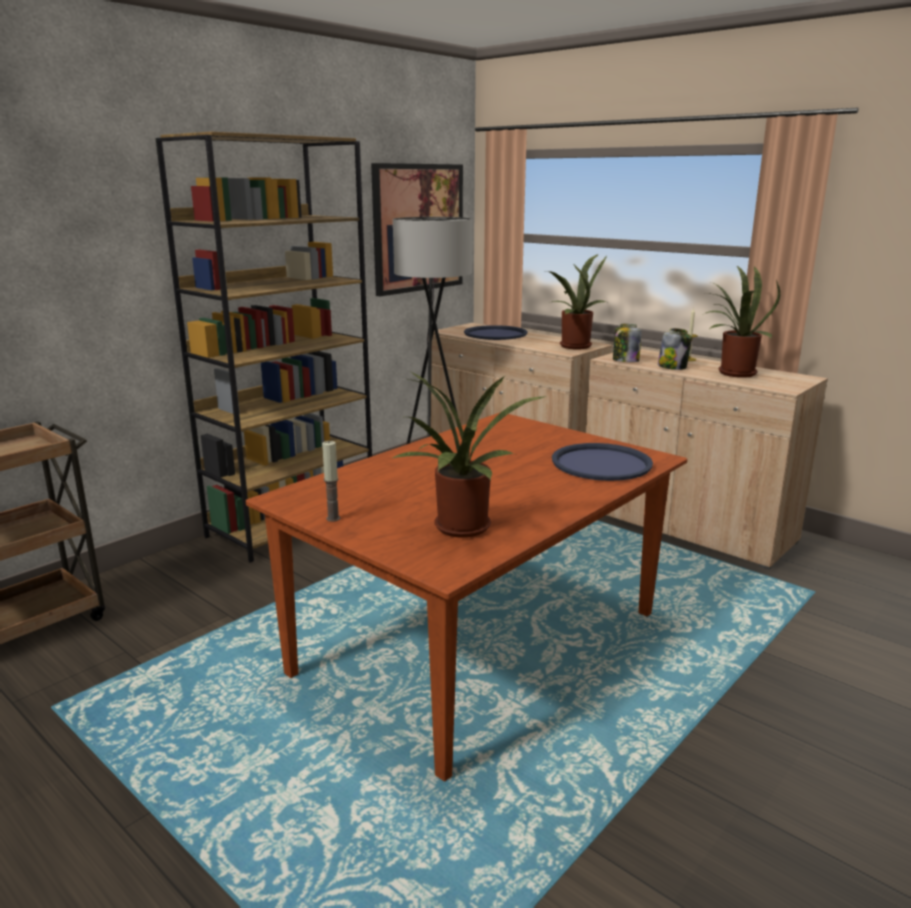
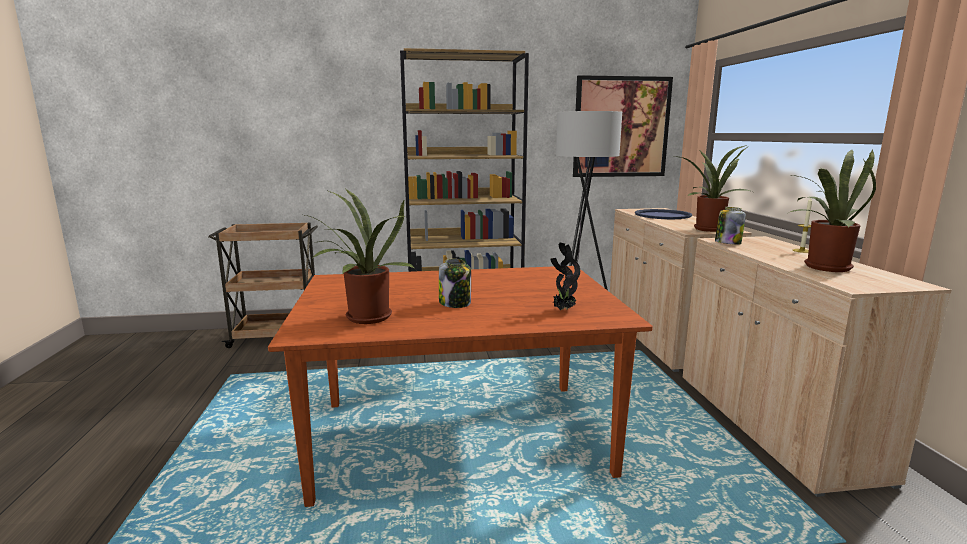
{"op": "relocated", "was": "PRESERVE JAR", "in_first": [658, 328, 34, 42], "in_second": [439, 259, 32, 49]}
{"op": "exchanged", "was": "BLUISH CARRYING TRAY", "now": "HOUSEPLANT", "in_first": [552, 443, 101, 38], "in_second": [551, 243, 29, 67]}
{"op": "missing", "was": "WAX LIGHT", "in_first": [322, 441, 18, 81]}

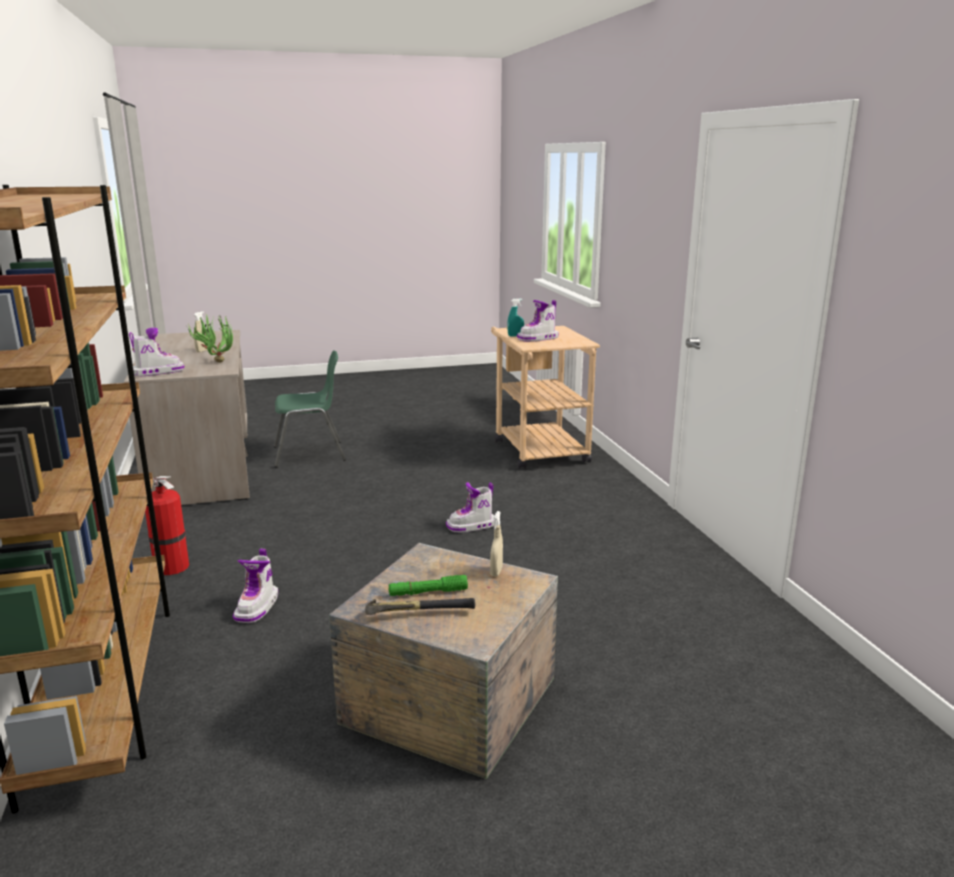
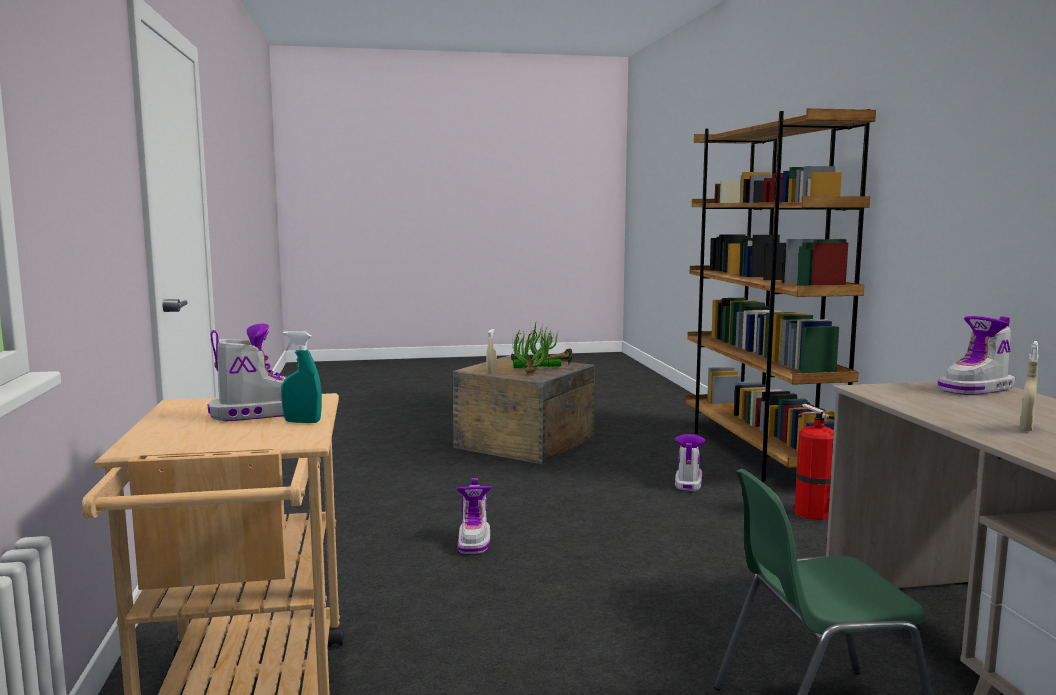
{"op": "spun", "was": "HIGH-TOP BOOT", "in_first": [446, 482, 49, 51], "in_second": [456, 478, 36, 76], "clockwise": 105}
{"op": "relocated", "was": "HOUSEPLANT", "in_first": [188, 314, 45, 48], "in_second": [513, 320, 45, 54]}

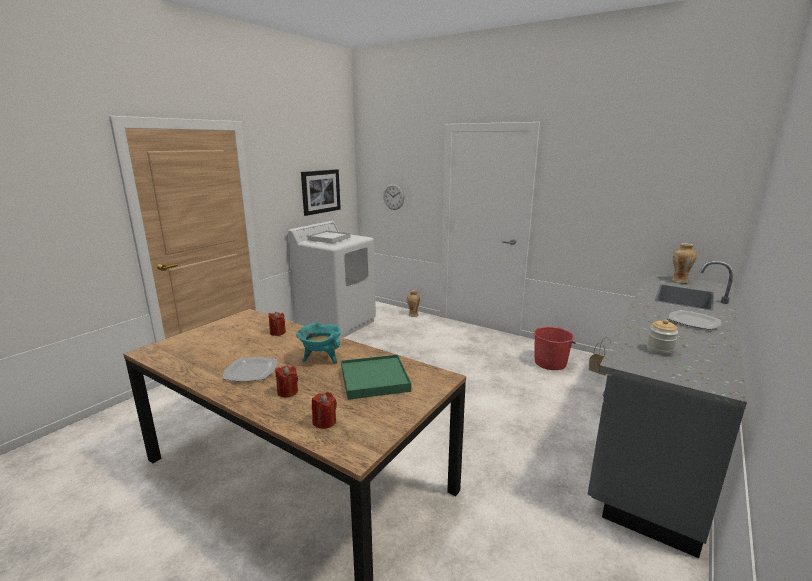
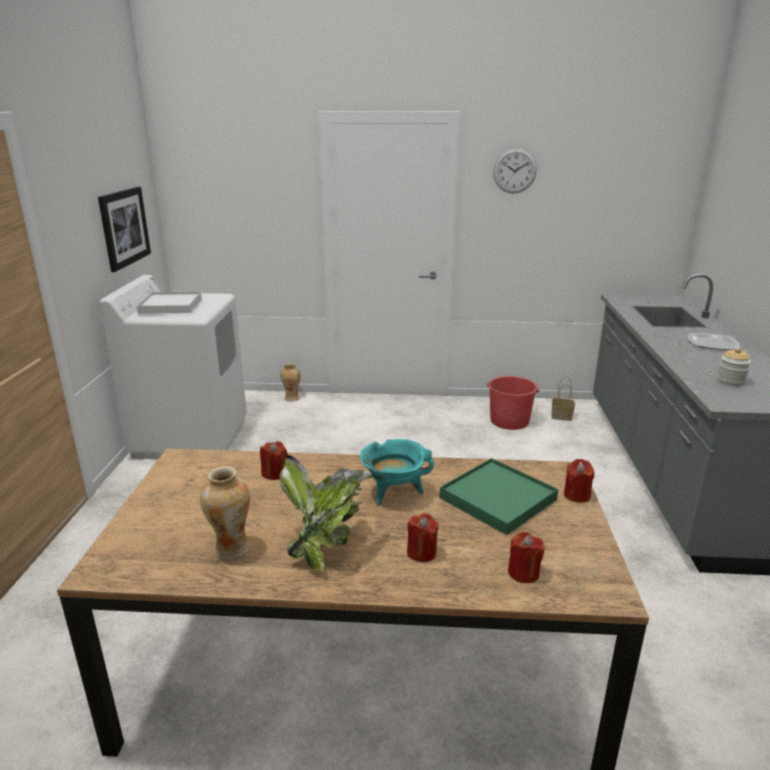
{"op": "relocated", "was": "VASE", "in_first": [672, 243, 25, 40], "in_second": [200, 466, 50, 93]}
{"op": "exchanged", "was": "PLATE", "now": "HOUSEPLANT", "in_first": [222, 357, 55, 25], "in_second": [279, 455, 93, 116]}
{"op": "relocated", "was": "WALL CLOCK", "in_first": [383, 184, 22, 26], "in_second": [493, 148, 44, 46]}
{"op": "appeared", "now": "RED WAX LIGHT", "in_second": [564, 459, 30, 44]}

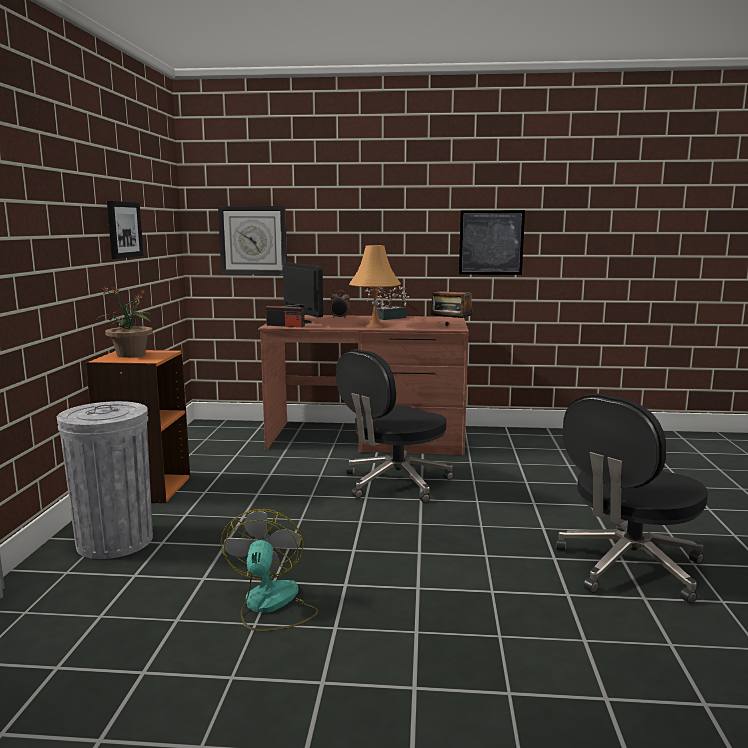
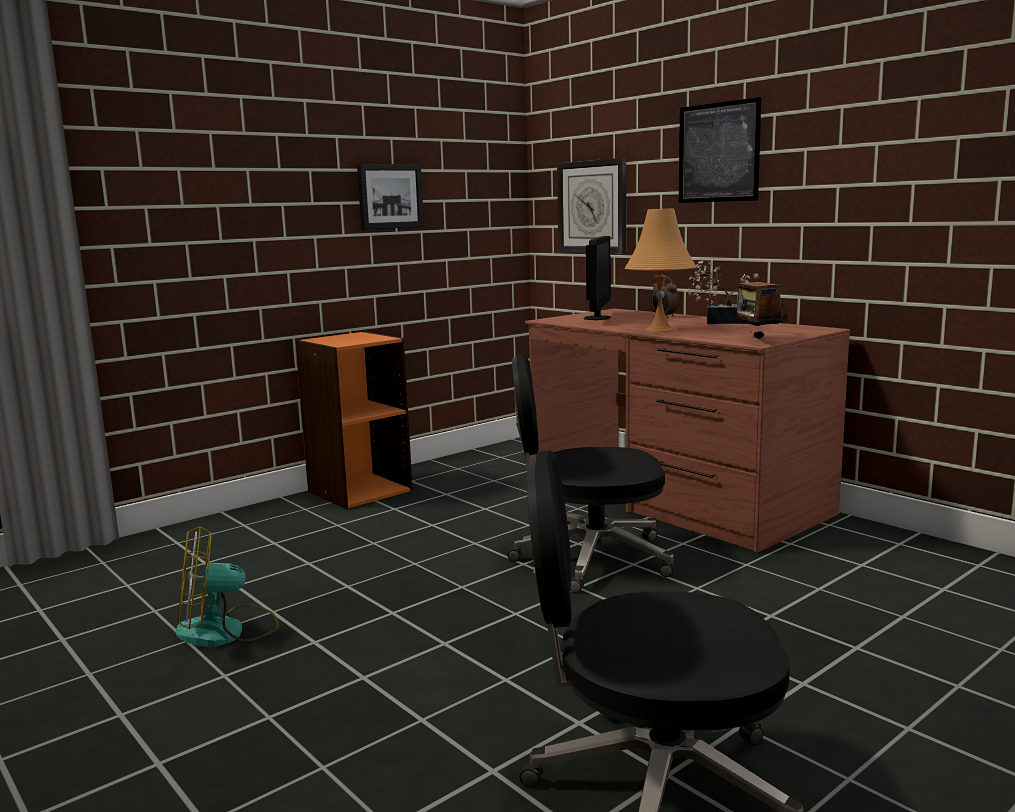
{"op": "spun", "was": "FAN", "in_first": [220, 509, 98, 122], "in_second": [176, 526, 103, 121], "clockwise": -150}
{"op": "relocated", "was": "PICTURE", "in_first": [459, 210, 66, 65], "in_second": [679, 97, 82, 106]}
{"op": "missing", "was": "GREYISH RUBBISH BIN", "in_first": [57, 401, 96, 158]}
{"op": "missing", "was": "HOUSEPLANT", "in_first": [97, 286, 56, 71]}
{"op": "missing", "was": "RADIO", "in_first": [266, 304, 39, 23]}

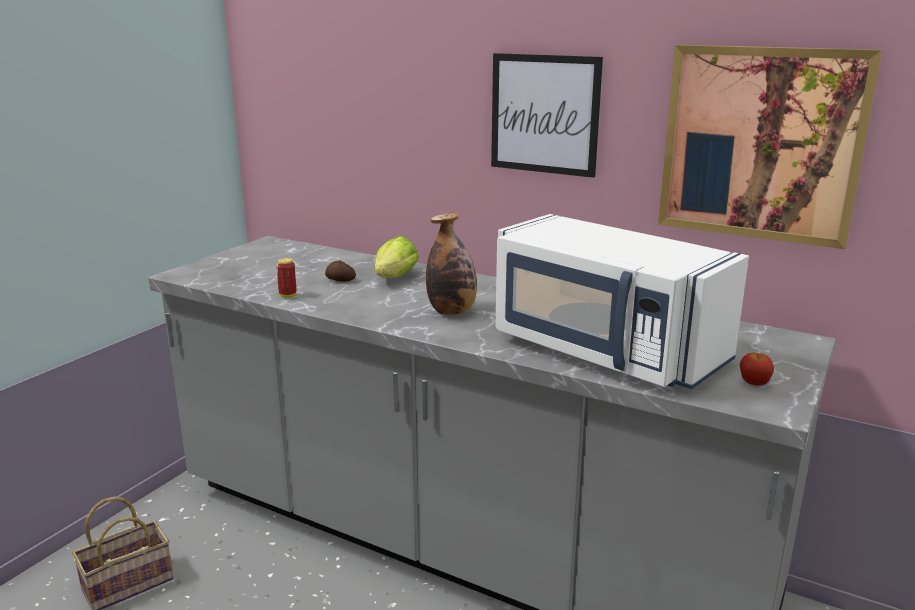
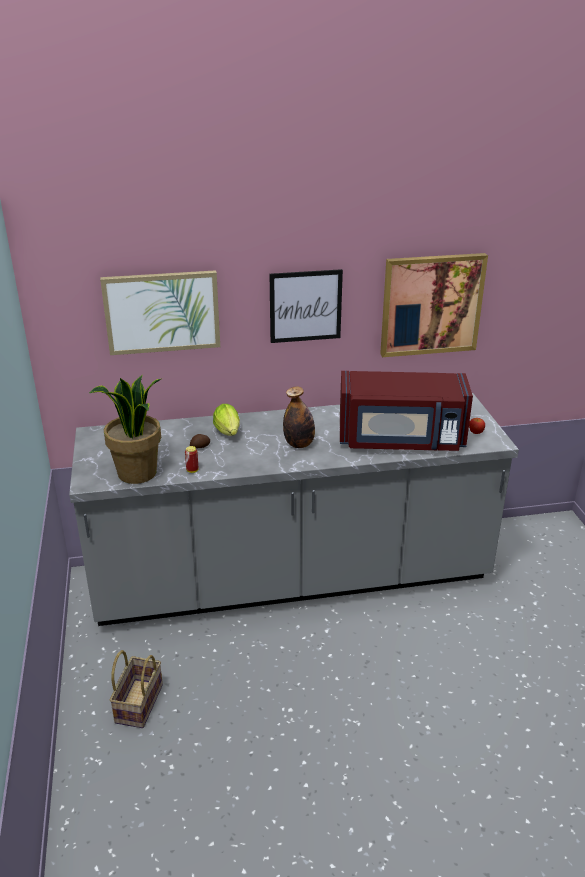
{"op": "appeared", "now": "HOUSEPLANT", "in_second": [89, 375, 72, 109]}
{"op": "appeared", "now": "PICTURE", "in_second": [100, 270, 120, 85]}
{"op": "colour", "was": "WHITISH MICROWAVE OVEN", "now": "RED MICROWAVE OVEN", "in_first": [496, 214, 253, 175], "in_second": [340, 371, 133, 80]}

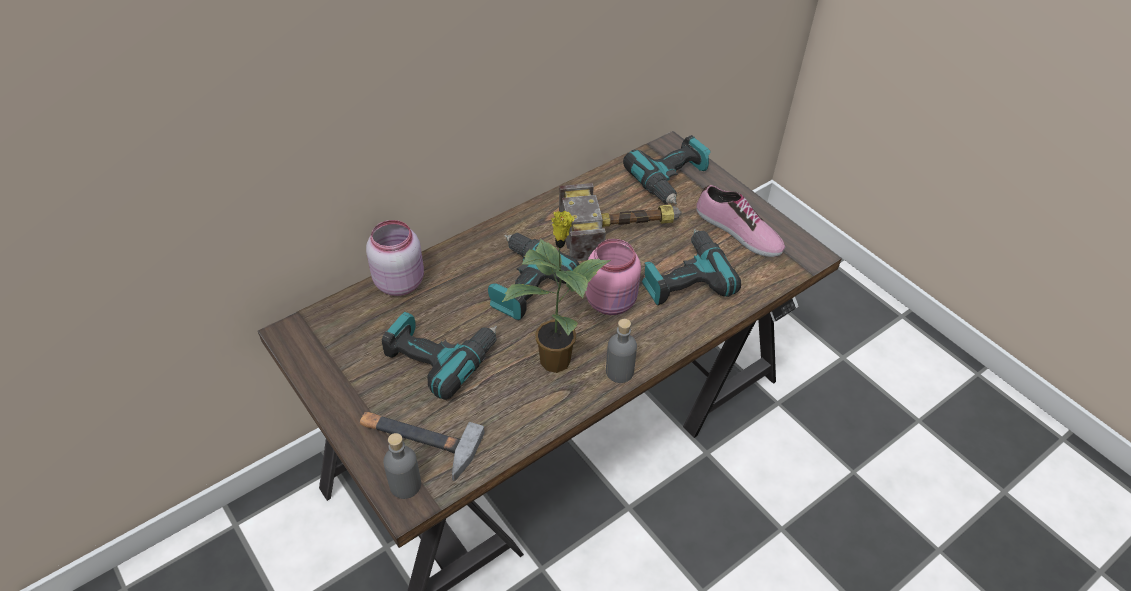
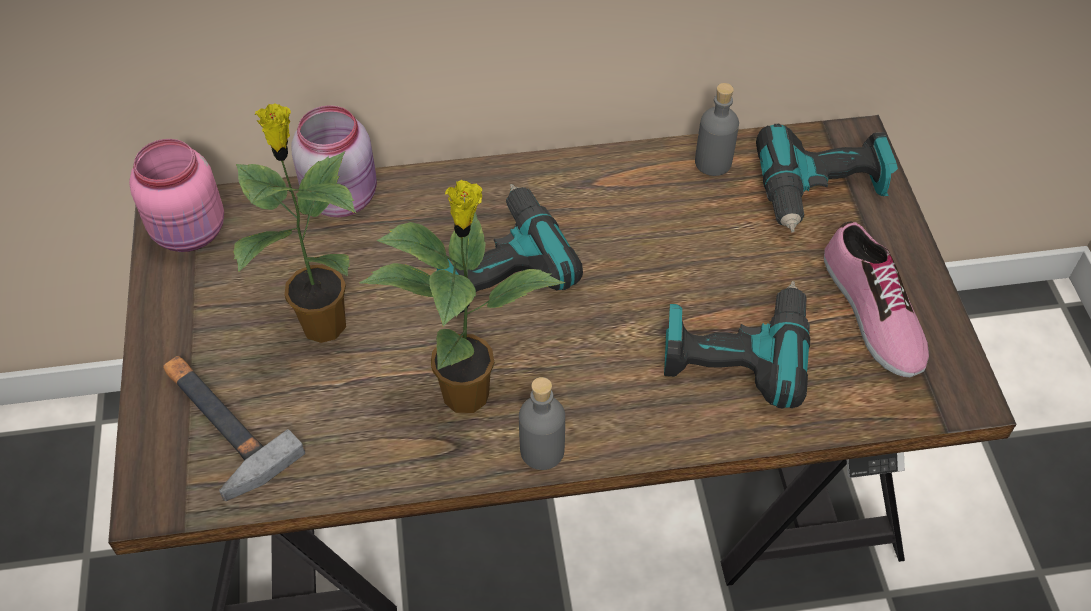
{"op": "relocated", "was": "PINKISH PRESERVE JAR", "in_first": [586, 239, 55, 76], "in_second": [129, 139, 95, 113]}
{"op": "exchanged", "was": "DRILL", "now": "HOUSEPLANT", "in_first": [382, 312, 115, 88], "in_second": [234, 103, 122, 240]}
{"op": "relocated", "was": "GREYISH BOTTLE", "in_first": [383, 433, 38, 66], "in_second": [695, 83, 44, 93]}
{"op": "missing", "was": "TOOL HAMMER", "in_first": [559, 183, 123, 78]}

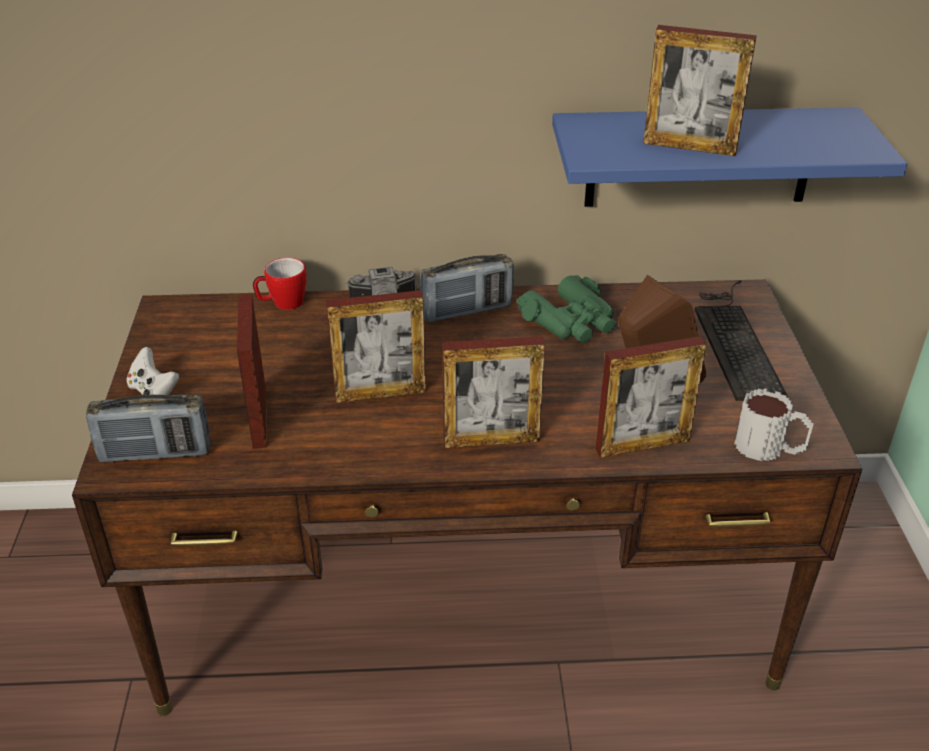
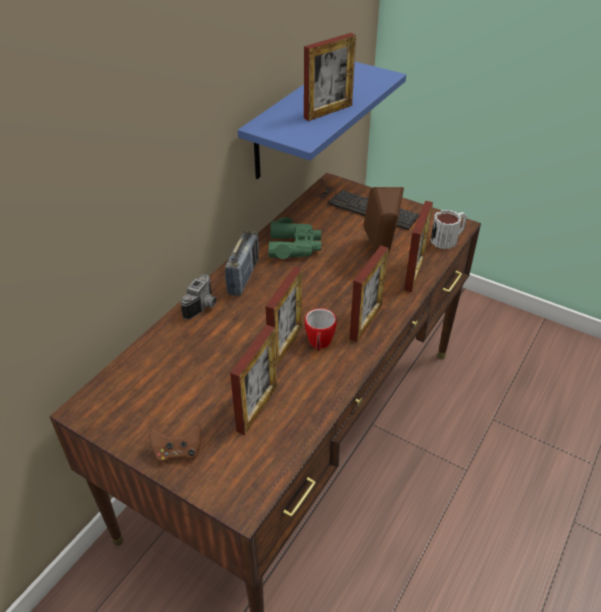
{"op": "colour", "was": "WHITISH JOYPAD", "now": "BROWN JOYPAD", "in_first": [127, 347, 52, 48], "in_second": [149, 424, 52, 39]}
{"op": "spun", "was": "STANDING FRAME", "in_first": [237, 294, 29, 155], "in_second": [230, 325, 47, 110], "clockwise": -90}
{"op": "relocated", "was": "TEA MUG", "in_first": [253, 258, 54, 52], "in_second": [305, 308, 31, 43]}
{"op": "missing", "was": "RADIO", "in_first": [86, 394, 124, 68]}

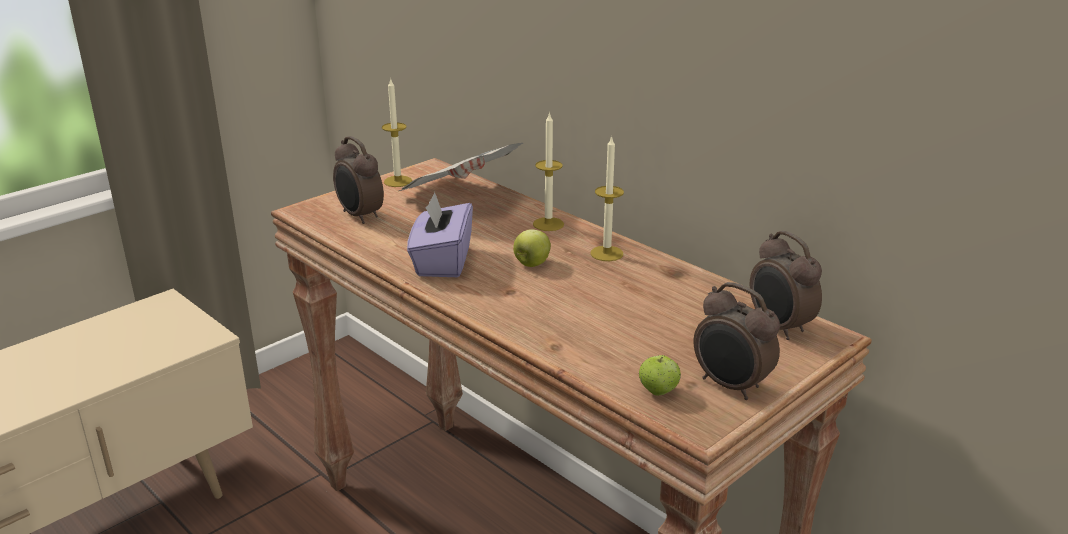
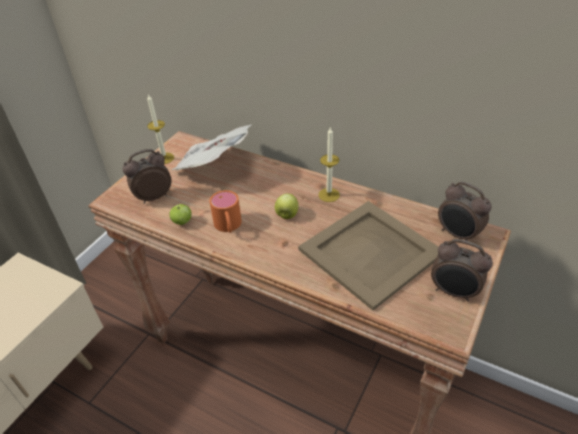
{"op": "spun", "was": "TABLE CLOCK", "in_first": [333, 136, 51, 88], "in_second": [123, 149, 49, 55], "clockwise": 120}
{"op": "relocated", "was": "APPLE FRUIT", "in_first": [639, 355, 42, 41], "in_second": [169, 204, 23, 21]}
{"op": "exchanged", "was": "PURPLE-COLOURED TISSUE BOX", "now": "ORANGEY TEA MUG", "in_first": [407, 192, 66, 85], "in_second": [209, 190, 33, 43]}
{"op": "appeared", "now": "BEIGE-COLOURED CARRYING TRAY", "in_second": [298, 201, 141, 110]}
{"op": "missing", "was": "WAX LIGHT", "in_first": [533, 112, 31, 119]}

